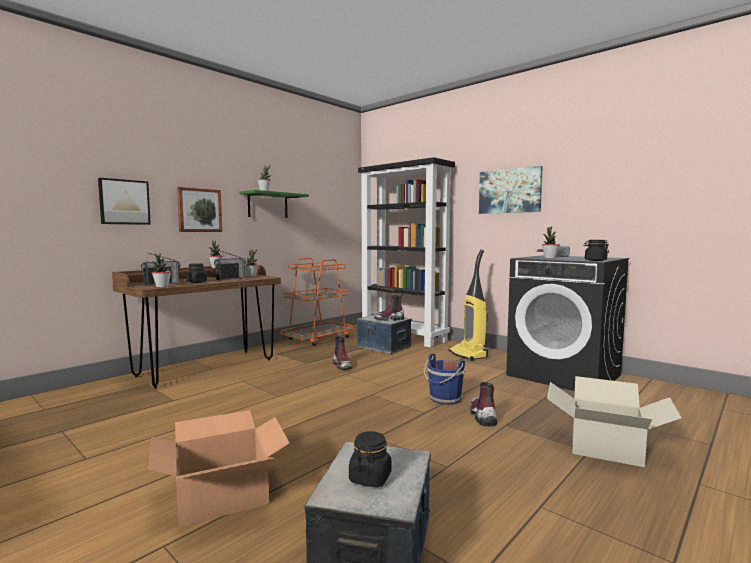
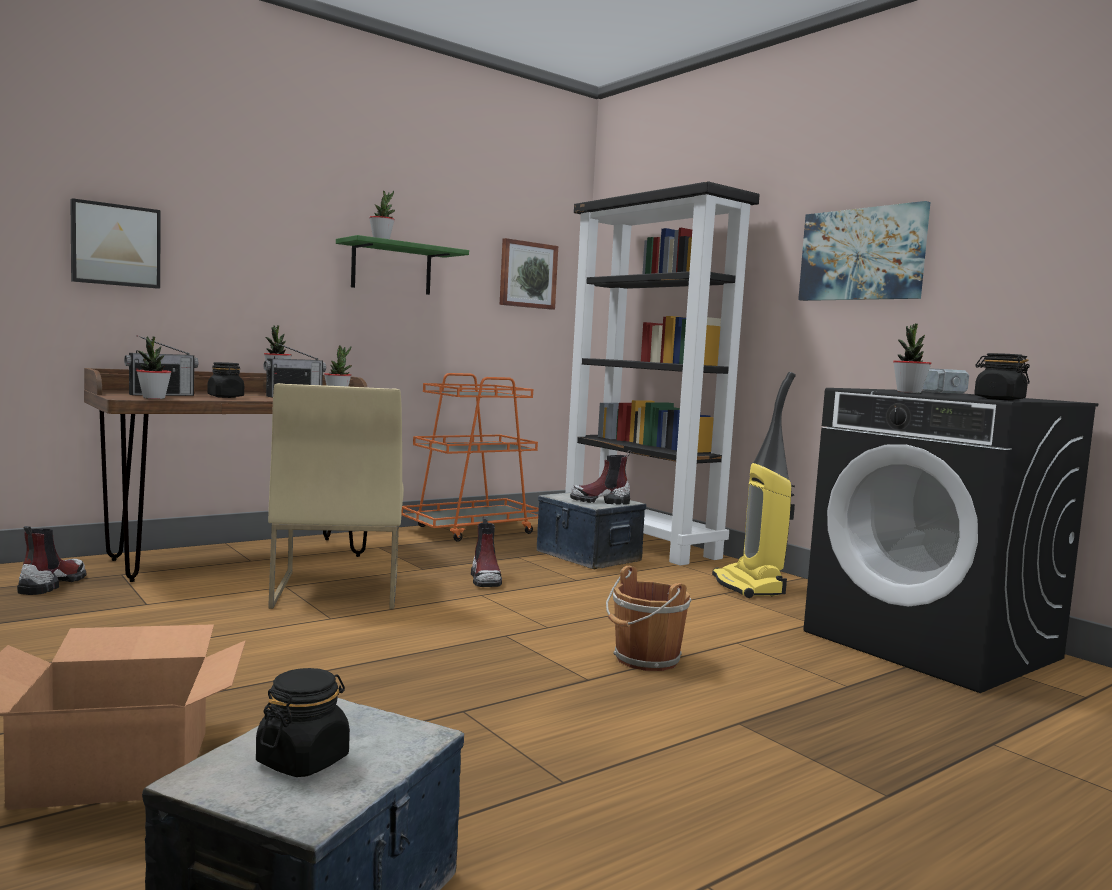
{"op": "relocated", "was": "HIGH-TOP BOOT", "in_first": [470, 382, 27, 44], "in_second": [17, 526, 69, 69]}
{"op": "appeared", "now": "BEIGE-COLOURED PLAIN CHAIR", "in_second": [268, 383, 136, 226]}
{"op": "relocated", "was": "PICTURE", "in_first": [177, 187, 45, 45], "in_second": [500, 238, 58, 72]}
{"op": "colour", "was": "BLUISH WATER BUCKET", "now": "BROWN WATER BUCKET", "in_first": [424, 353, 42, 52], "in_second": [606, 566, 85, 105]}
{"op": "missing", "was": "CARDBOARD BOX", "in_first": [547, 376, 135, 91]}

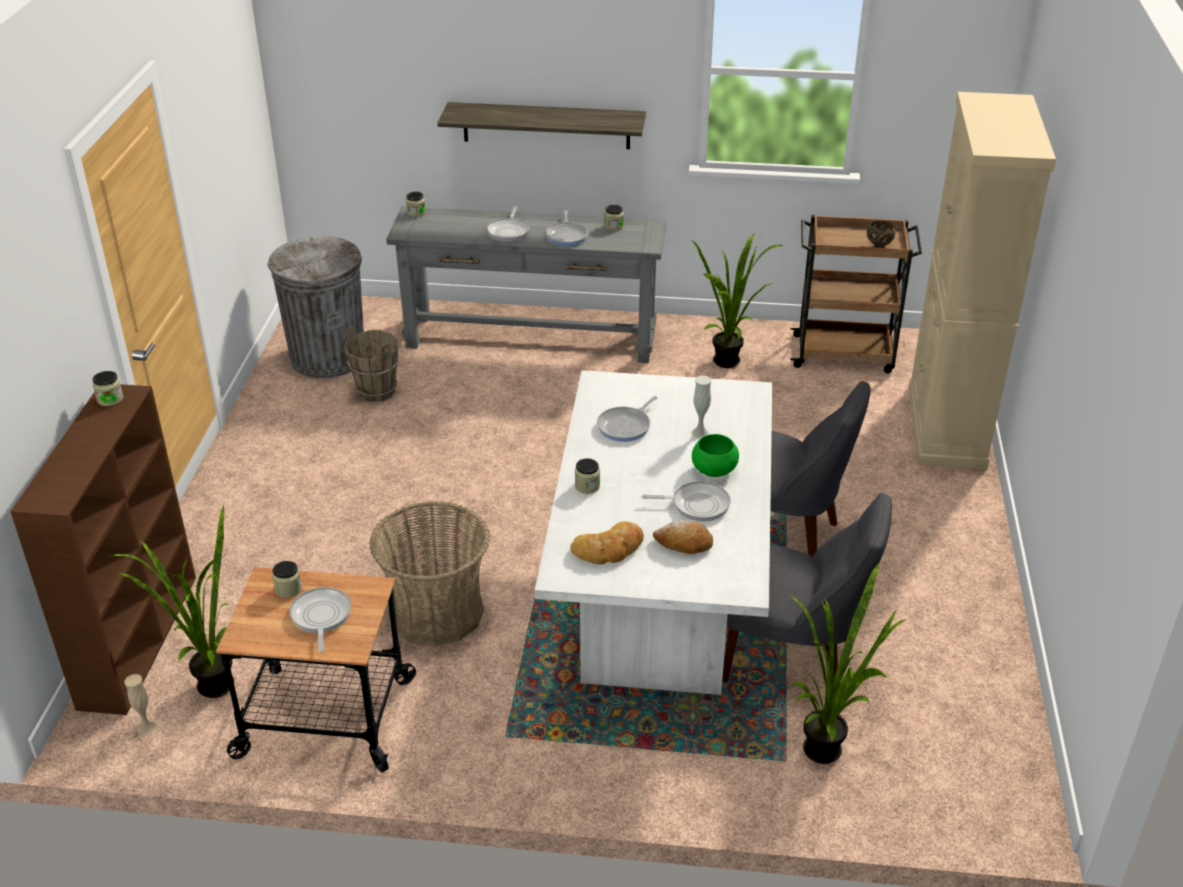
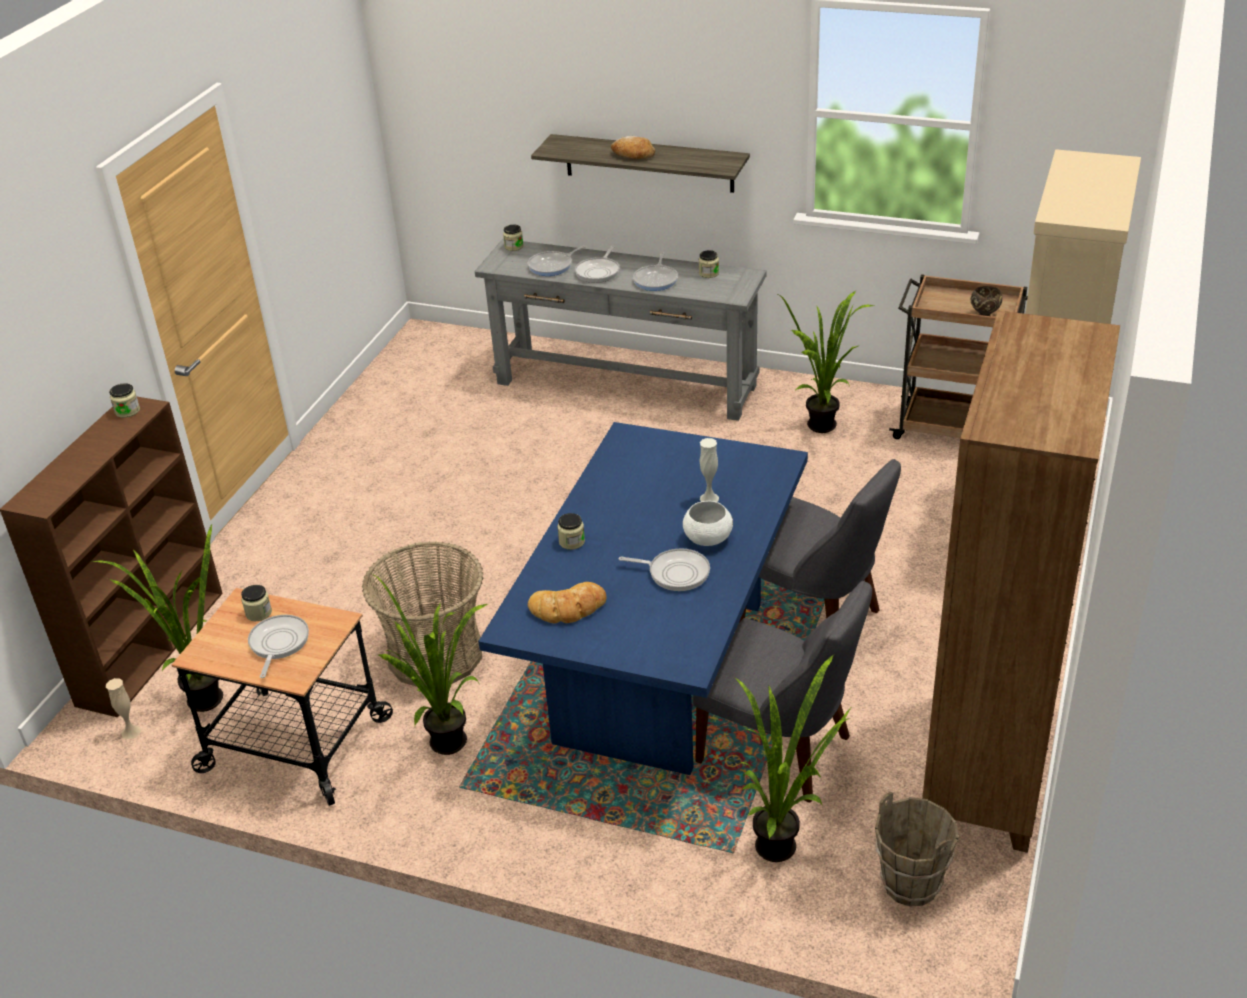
{"op": "appeared", "now": "HOUSEPLANT", "in_second": [372, 574, 116, 181]}
{"op": "colour", "was": "WHITISH DINNER TABLE", "now": "BLUISH DINNER TABLE", "in_first": [535, 370, 237, 325], "in_second": [478, 422, 330, 353]}
{"op": "relocated", "was": "SKILLET", "in_first": [597, 396, 61, 46], "in_second": [528, 245, 58, 31]}
{"op": "relocated", "was": "BREAD", "in_first": [653, 520, 60, 34], "in_second": [611, 136, 44, 23]}
{"op": "colour", "was": "GREEN SERVING BOWL", "now": "WHITISH SERVING BOWL", "in_first": [692, 434, 47, 43], "in_second": [683, 501, 50, 45]}
{"op": "relocated", "was": "BROWN WATER BUCKET", "in_first": [344, 325, 55, 77], "in_second": [875, 792, 84, 115]}
{"op": "appeared", "now": "BROWN BOOKSHELF", "in_second": [922, 310, 198, 543]}
{"op": "missing", "was": "GREYISH RUBBISH BIN", "in_first": [267, 236, 97, 143]}

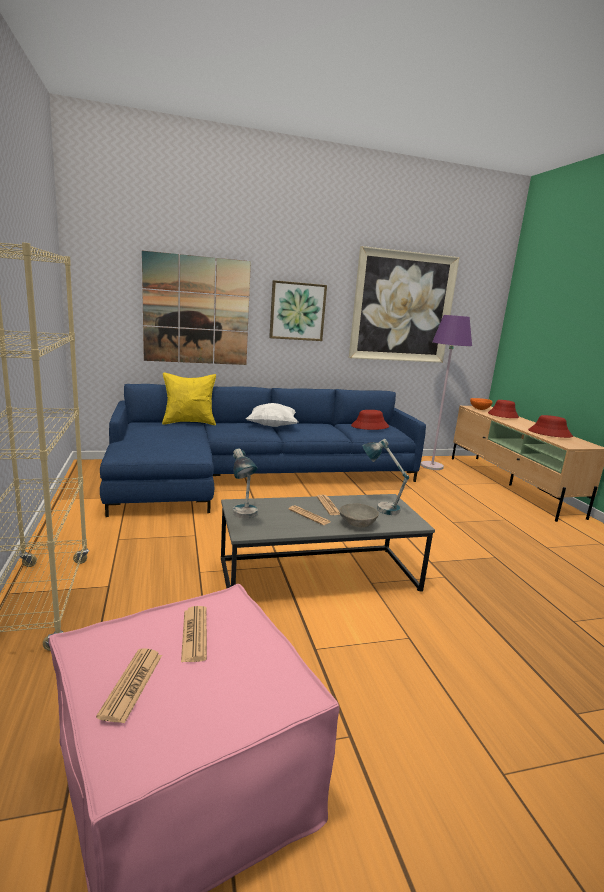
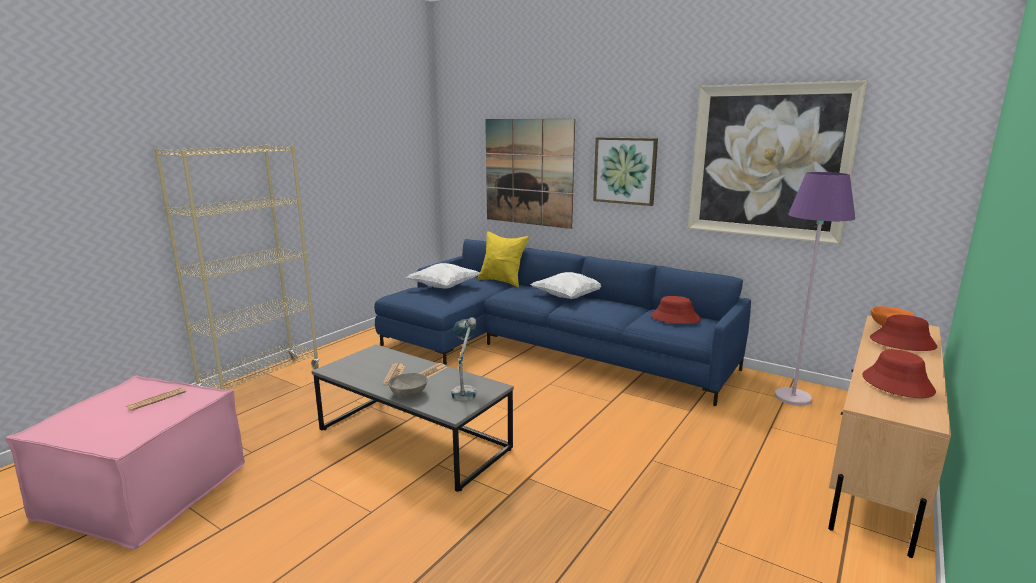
{"op": "appeared", "now": "WHITISH PILLOW", "in_second": [406, 263, 75, 26]}
{"op": "missing", "was": "PRINTED PAPER", "in_first": [96, 649, 66, 75]}
{"op": "missing", "was": "TABLE LAMP", "in_first": [233, 448, 25, 71]}

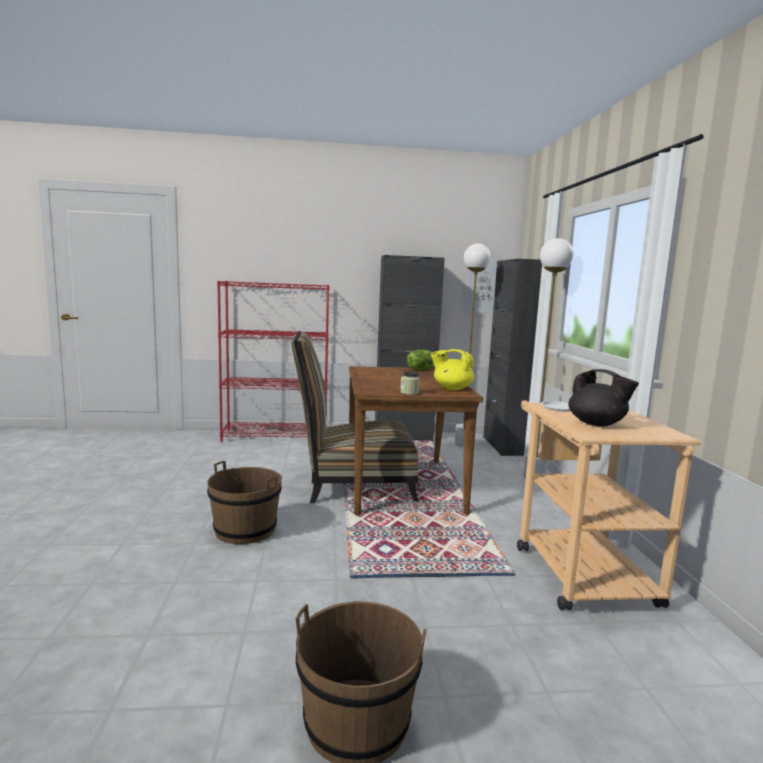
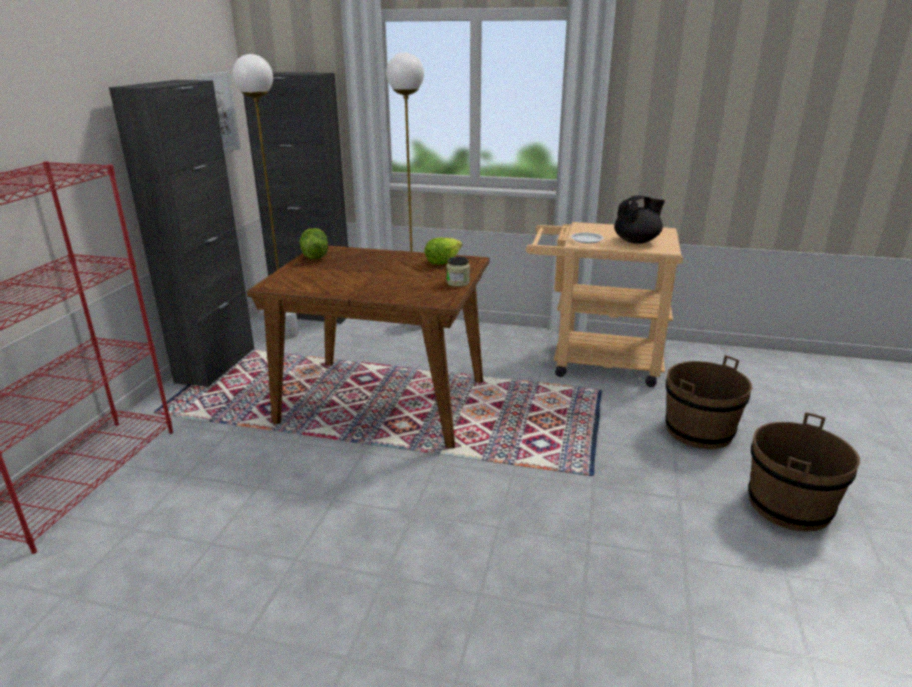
{"op": "exchanged", "was": "YELLOW-COLOURED POT FOR TEA", "now": "LETTUCE", "in_first": [431, 349, 44, 41], "in_second": [424, 238, 38, 27]}
{"op": "relocated", "was": "BROWN WATER BUCKET", "in_first": [207, 461, 75, 83], "in_second": [666, 355, 86, 94]}
{"op": "missing", "was": "PLAIN CHAIR", "in_first": [291, 331, 127, 172]}

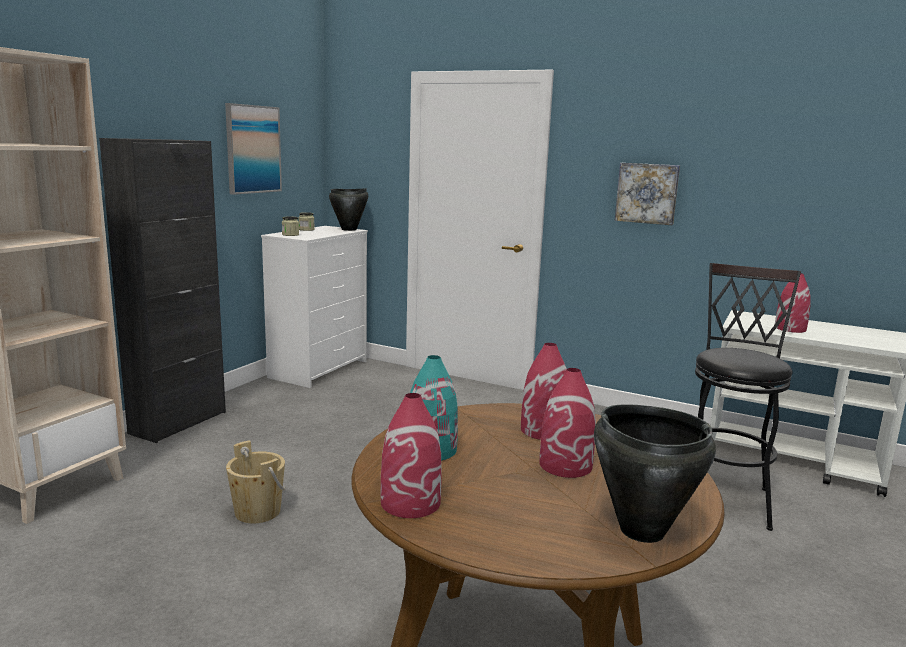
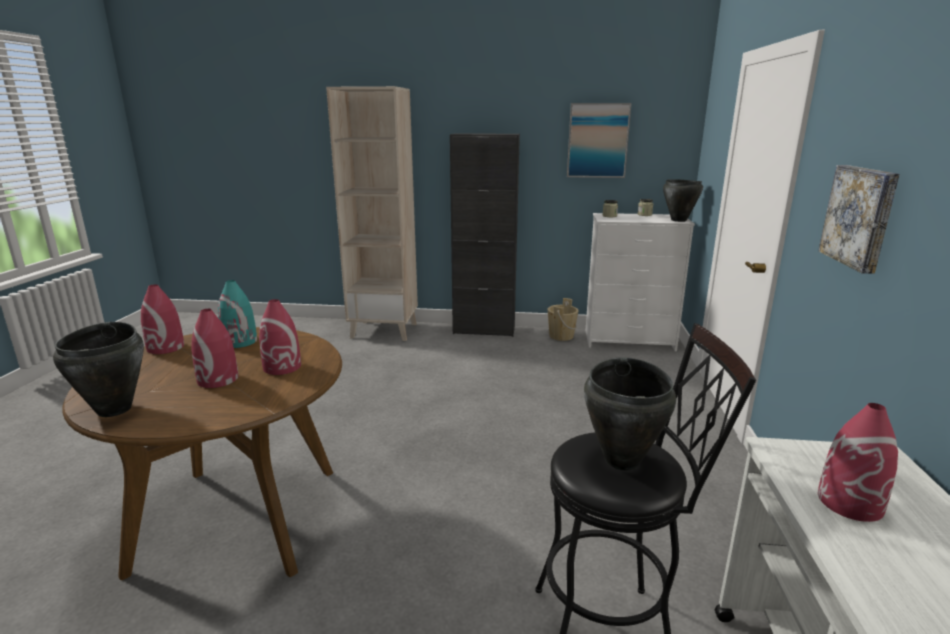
{"op": "relocated", "was": "BEIGE-COLOURED WATER BUCKET", "in_first": [226, 440, 59, 83], "in_second": [548, 298, 30, 43]}
{"op": "appeared", "now": "BLACKISH STOCKPOT", "in_second": [584, 357, 92, 113]}

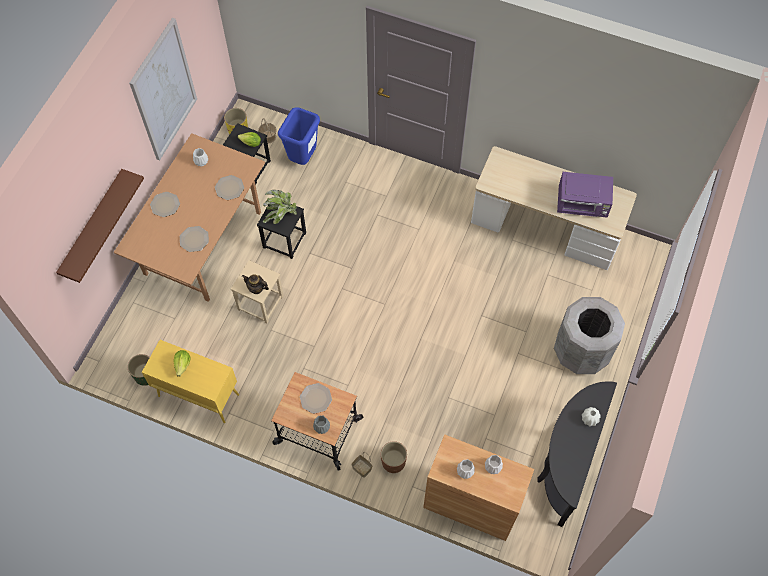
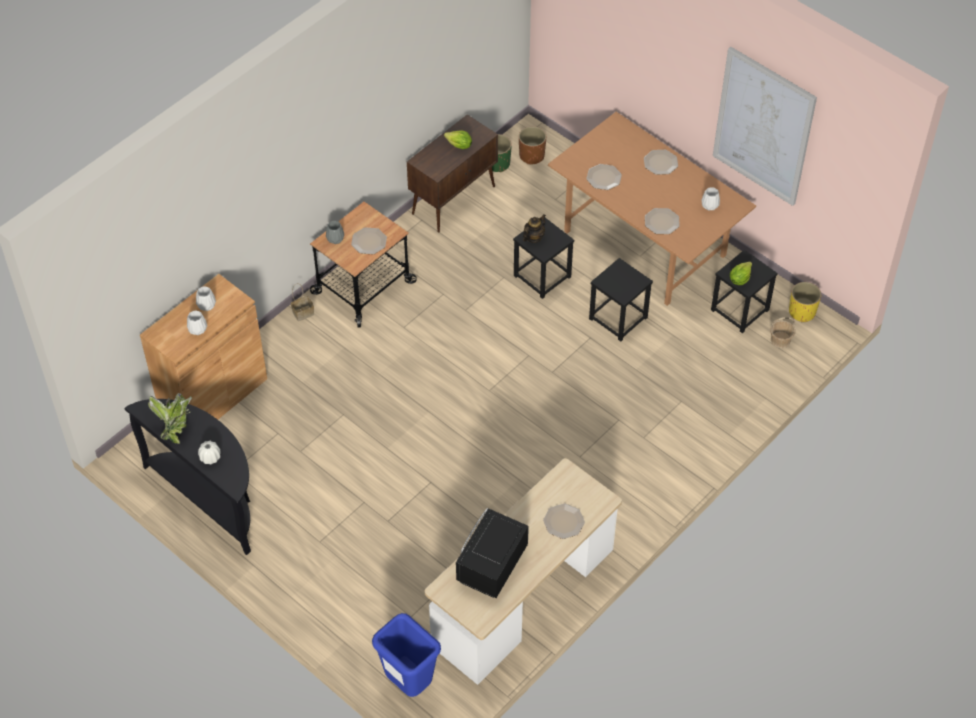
{"op": "relocated", "was": "HOUSEPLANT", "in_first": [263, 190, 34, 34], "in_second": [148, 393, 44, 51]}
{"op": "relocated", "was": "BLUISH RUBBISH BIN", "in_first": [278, 107, 42, 58], "in_second": [372, 613, 69, 84]}
{"op": "colour", "was": "YELLOW-COLOURED STORAGE CABINET", "now": "BROWN STORAGE CABINET", "in_first": [142, 340, 97, 83], "in_second": [407, 114, 91, 119]}
{"op": "colour", "was": "PURPLE-COLOURED MICROWAVE OVEN", "now": "BLACKISH MICROWAVE OVEN", "in_first": [557, 172, 56, 45], "in_second": [456, 508, 73, 90]}
{"op": "colour", "was": "BEIGE-COLOURED SITTING STOOL", "now": "BLACKISH SITTING STOOL", "in_first": [231, 260, 53, 63], "in_second": [513, 217, 61, 82]}
{"op": "relocated", "was": "BROWN PLANT POT", "in_first": [381, 441, 26, 32], "in_second": [519, 126, 27, 39]}
{"op": "appeared", "now": "PLATE", "in_second": [543, 504, 42, 35]}
{"op": "missing", "was": "BROWN SHELF", "in_first": [56, 169, 88, 114]}
{"op": "missing", "was": "GREYISH RUBBISH BIN", "in_first": [554, 297, 71, 77]}

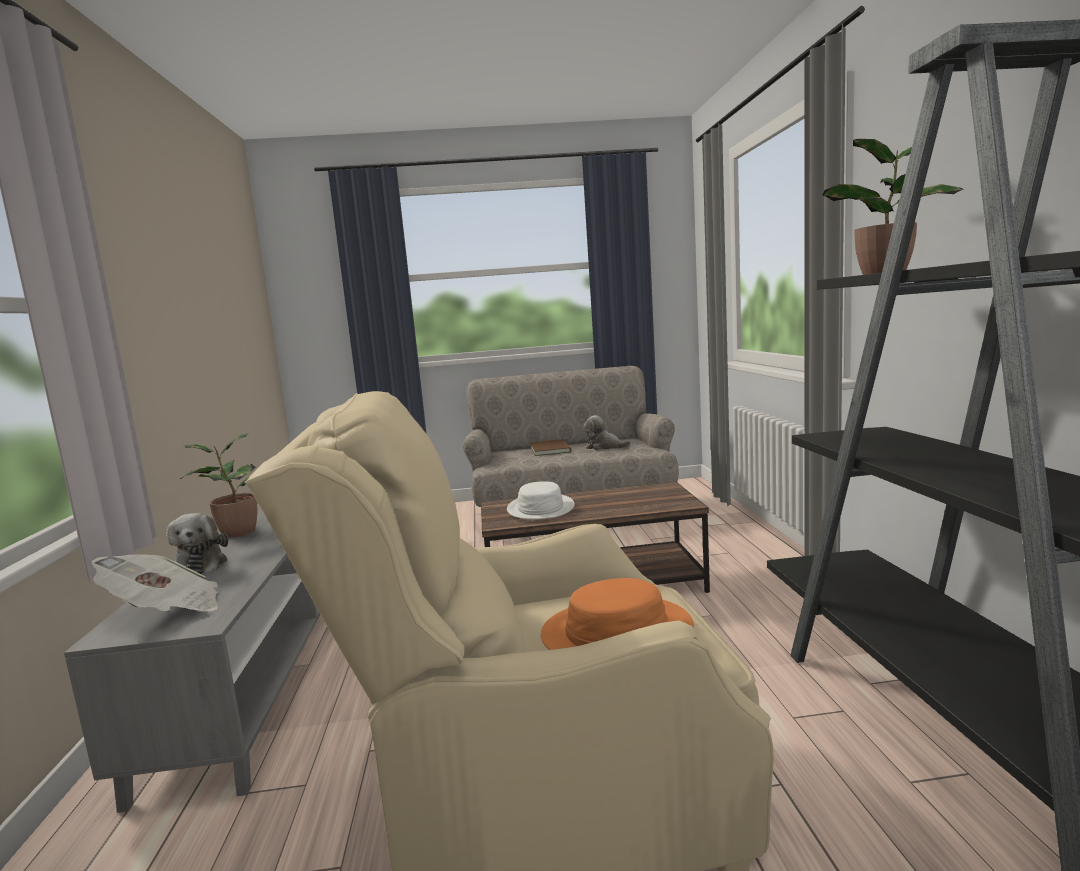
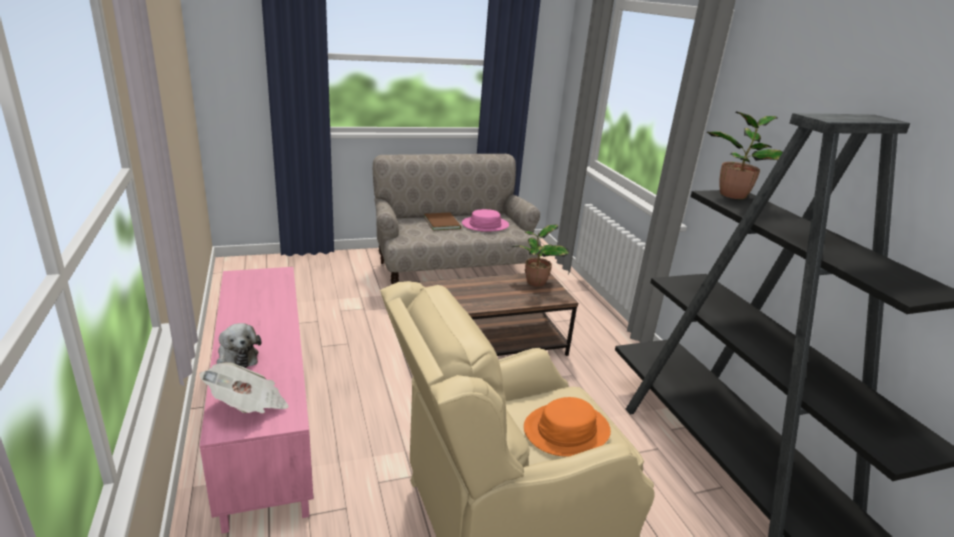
{"op": "colour", "was": "GREYISH TV STAND", "now": "PINKISH TV STAND", "in_first": [64, 502, 256, 311], "in_second": [200, 267, 113, 267]}
{"op": "exchanged", "was": "CUDDLY TOY", "now": "PINKISH HAT", "in_first": [584, 415, 47, 35], "in_second": [462, 209, 47, 23]}
{"op": "relocated", "was": "HOUSEPLANT", "in_first": [180, 432, 77, 105], "in_second": [511, 224, 58, 63]}
{"op": "missing", "was": "WHITISH HAT", "in_first": [507, 481, 68, 38]}

